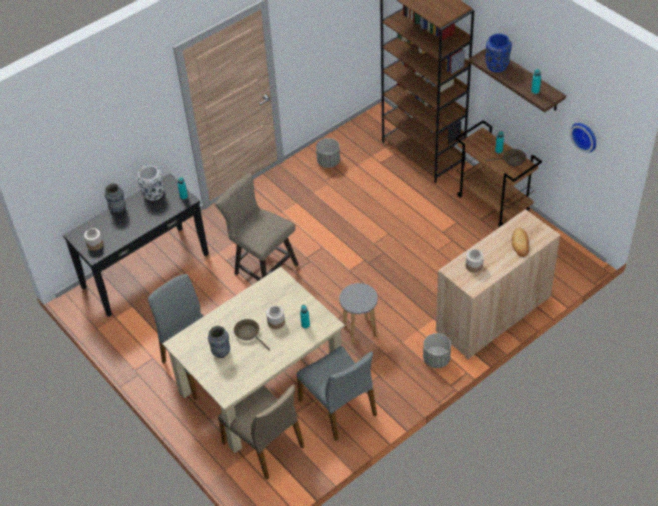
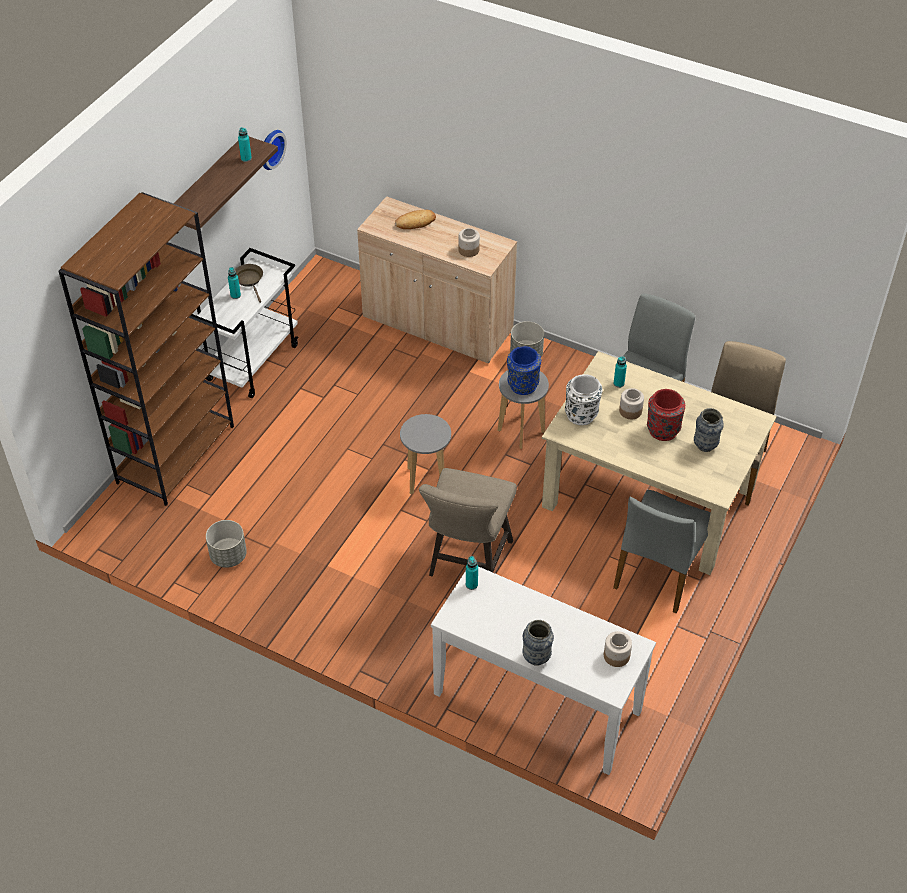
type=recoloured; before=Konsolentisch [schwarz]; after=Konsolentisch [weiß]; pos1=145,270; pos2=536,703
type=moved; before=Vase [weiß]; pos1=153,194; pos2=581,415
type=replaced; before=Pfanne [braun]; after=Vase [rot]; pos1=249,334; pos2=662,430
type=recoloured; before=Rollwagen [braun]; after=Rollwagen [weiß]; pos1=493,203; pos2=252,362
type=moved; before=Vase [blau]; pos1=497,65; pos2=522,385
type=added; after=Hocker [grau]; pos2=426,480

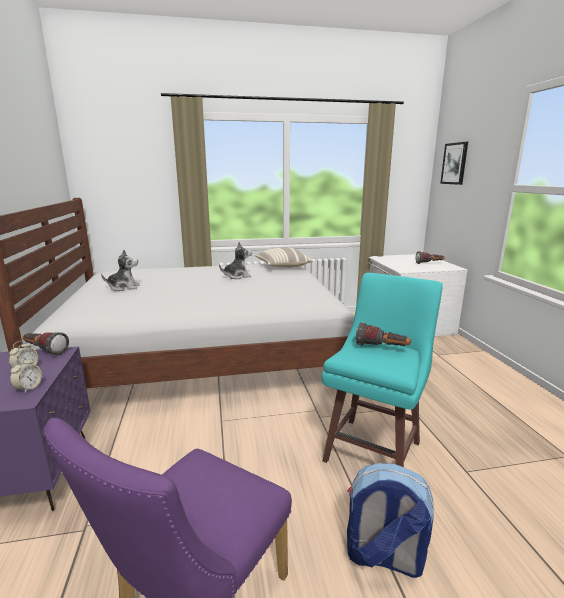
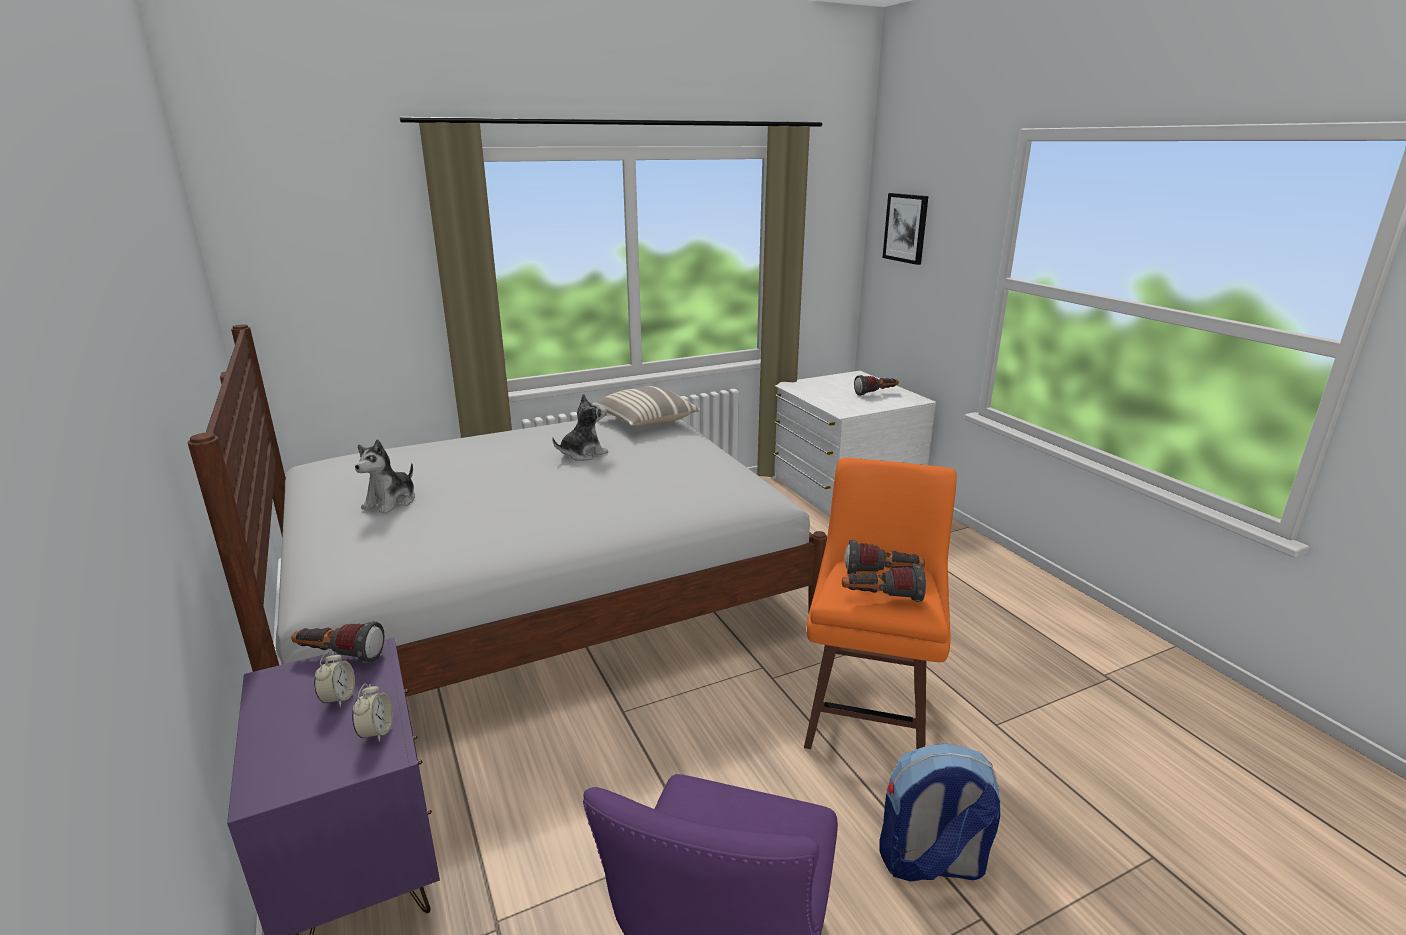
type=turned; before=Plüschtier; pos1=124,287; pos2=391,502; turn=135
type=recoloured; before=Hocker [türkis]; after=Hocker [orange]; pos1=374,450; pos2=869,716
type=added; after=Taschenlampe; pos2=881,598

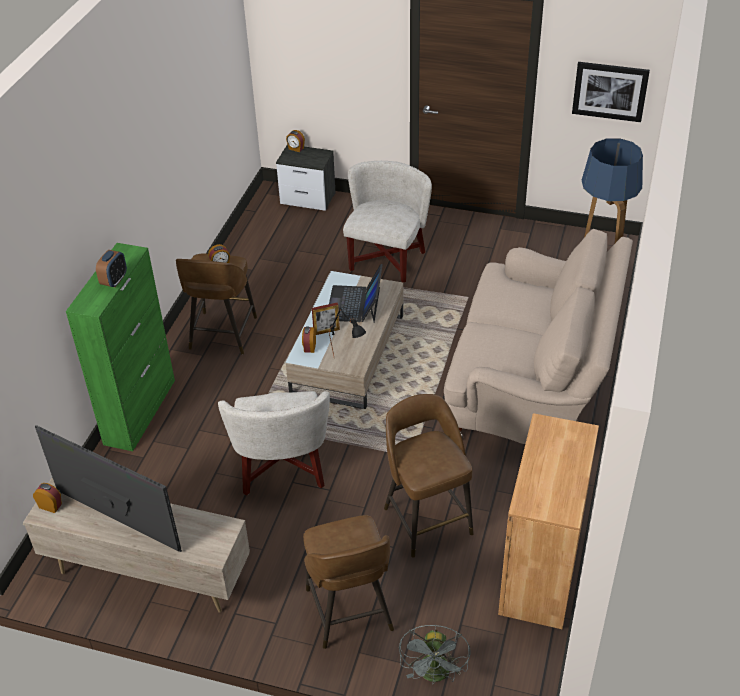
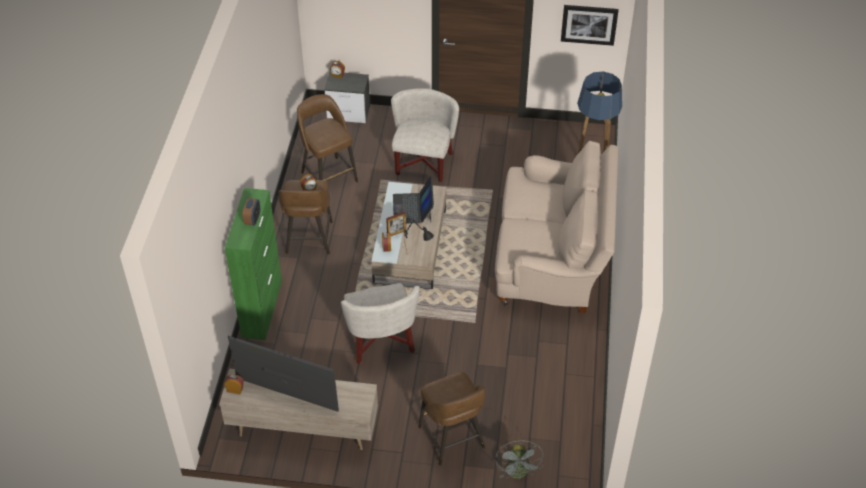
type=moved; before=Hocker [braun]; pos1=426,519; pos2=328,176
type=removed; before=Schrank [braun]; pos1=540,570

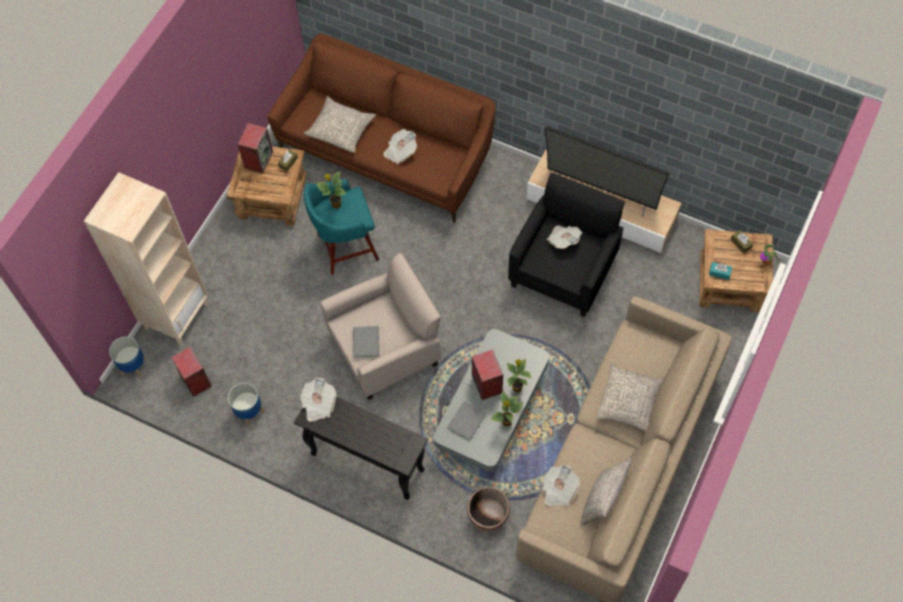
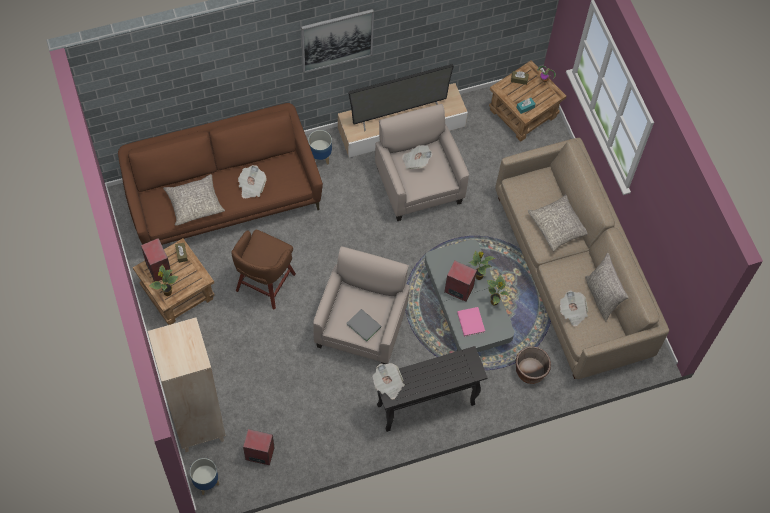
type=moved; before=Pflanzkübel; pos1=249,412; pos2=319,157
type=recoloured; before=Hocker [türkis]; after=Hocker [braun]; pos1=345,247; pos2=264,284
type=moved; before=Topfpflanze; pos1=335,205; pos2=167,293
type=recoloured; before=Buch [grau]; after=Buch [rosa]; pos1=465,421; pos2=470,323
type=recoloured; before=Sessel [schwarz]; after=Sessel [beige]; pos1=563,270; pos2=418,184
type=added; after=Bild; pos2=337,40

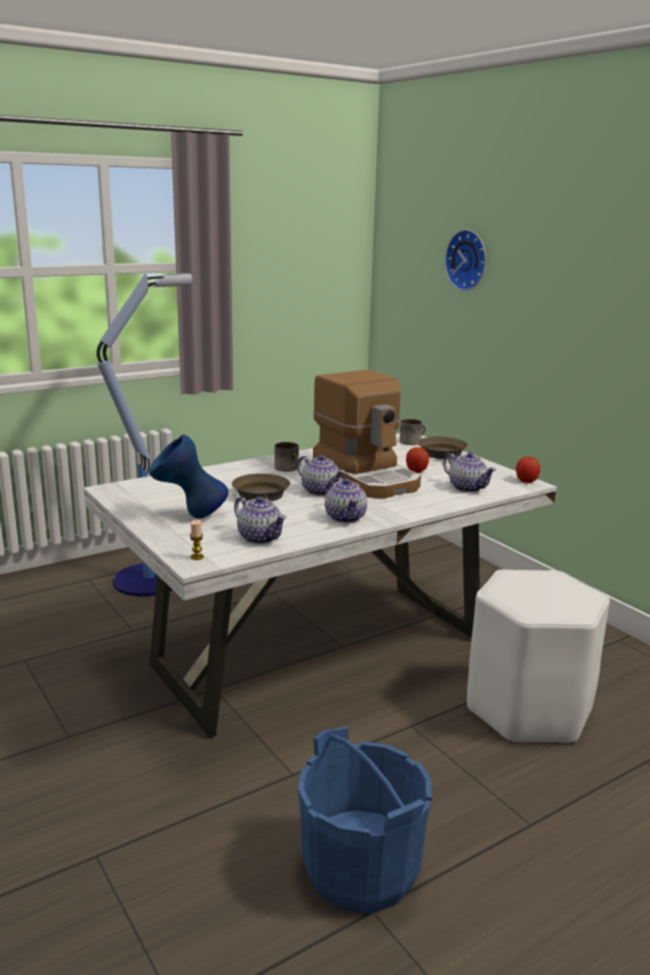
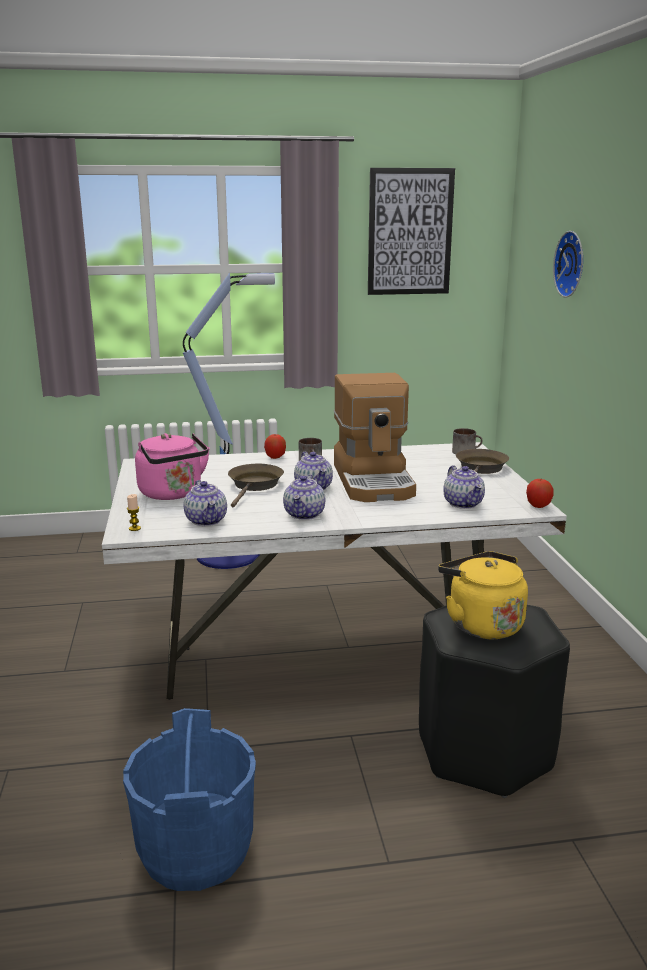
type=replaced; before=Vase [blau]; after=Wasserkessel [rosa]; pos1=189,516; pos2=173,494
type=moved; before=Apfel; pos1=416,471; pos2=275,457
type=recoloured; before=Hocker [weiß]; after=Hocker [schwarz]; pos1=528,710; pos2=484,752
type=added; after=Bild; pos2=410,232
type=added; after=Wasserkessel [gelb]; pos2=481,624

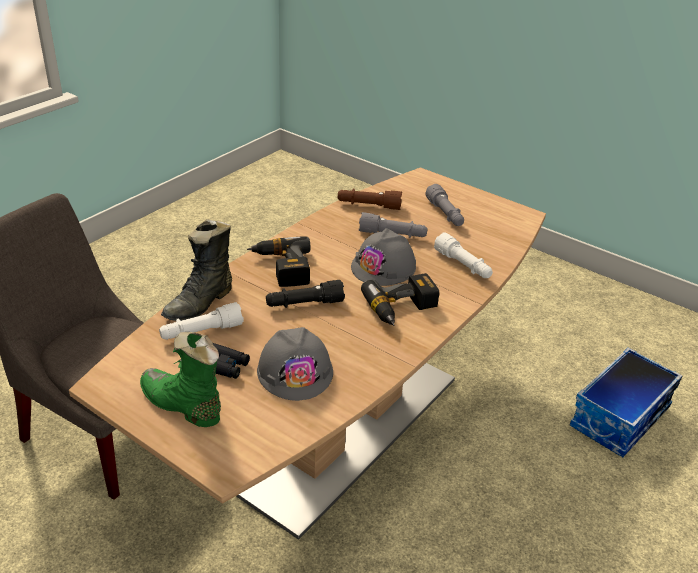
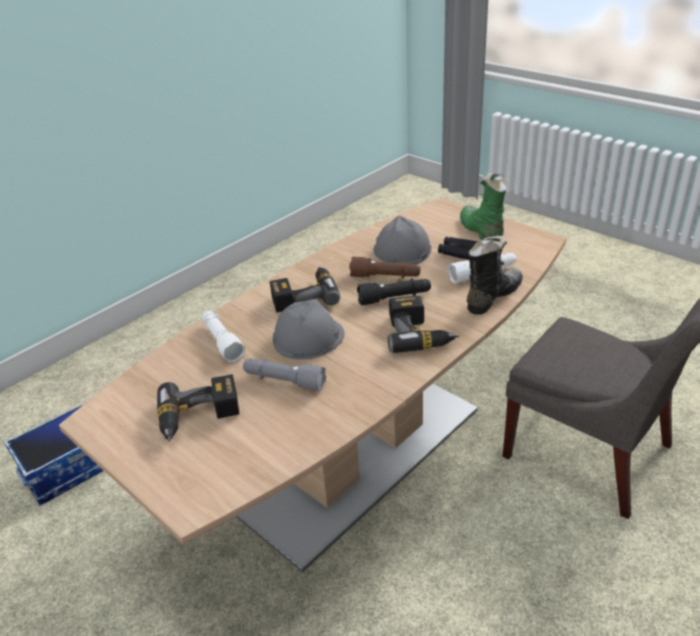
type=turned; before=Stiefel [grün]; pos1=181,405; pos2=480,231; turn=-150
type=moved; before=Taschenlampe [braun]; pos1=369,205; pos2=385,277
type=replaced; before=Taschenlampe [grau]; after=Bohrmaschine; pos1=445,214; pos2=199,417

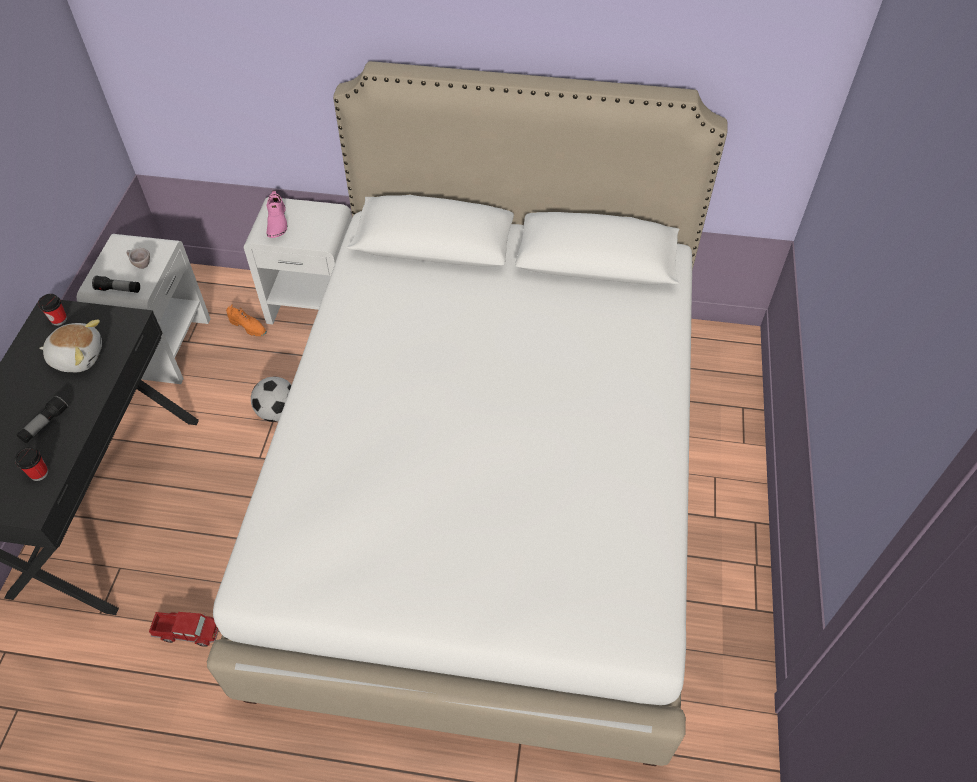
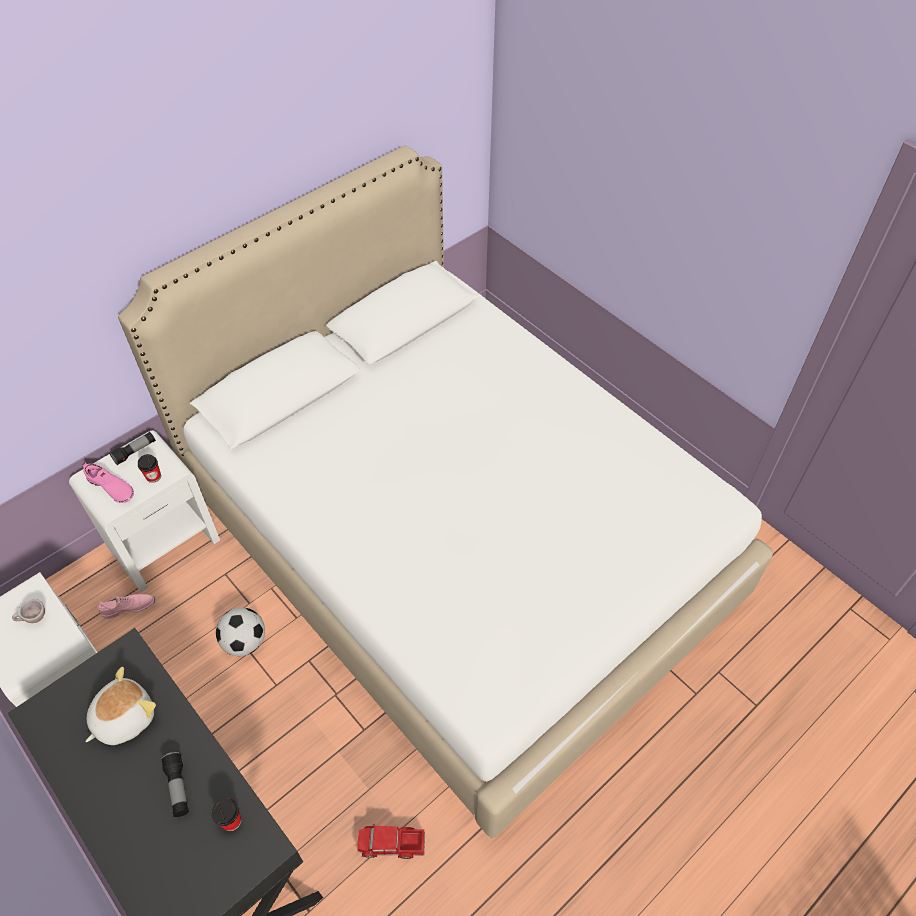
type=moved; before=Tasse; pos1=59,319; pos2=153,477
type=moved; before=Taschenlampe; pos1=119,290; pos2=135,452
type=turned; before=Spielzeuglaster; pos1=187,631; pos2=391,844; turn=-135
type=recoloured; before=Schuh [orange]; after=Schuh [rosa]; pos1=248,327; pos2=129,608

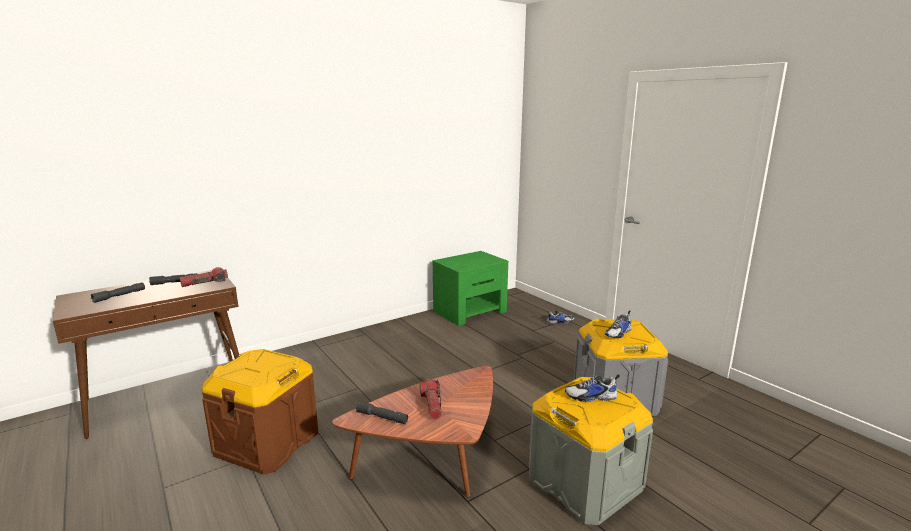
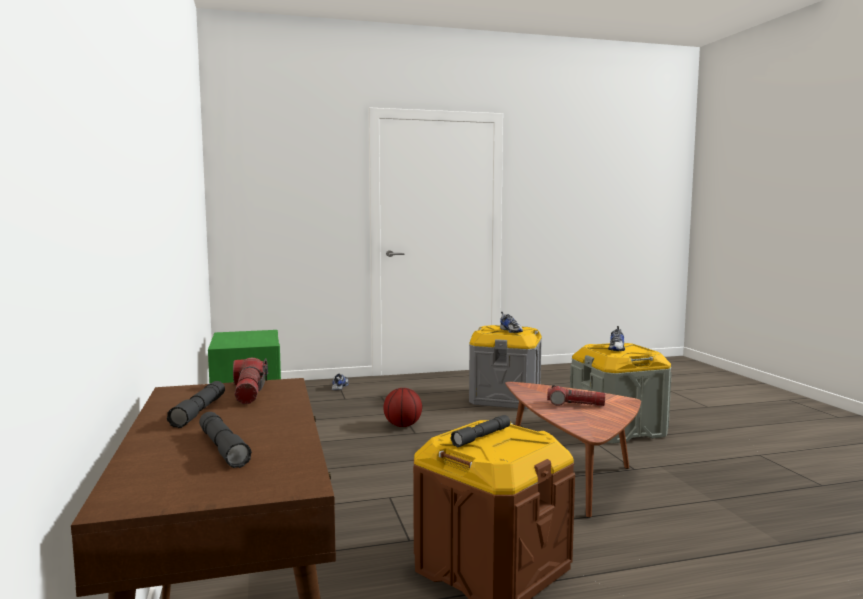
type=moved; before=Taschenlampe [grau]; pos1=382,417; pos2=481,437
type=added; after=Basketball; pos2=402,425

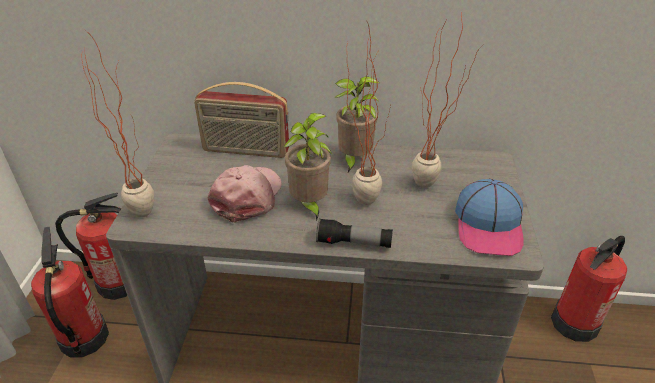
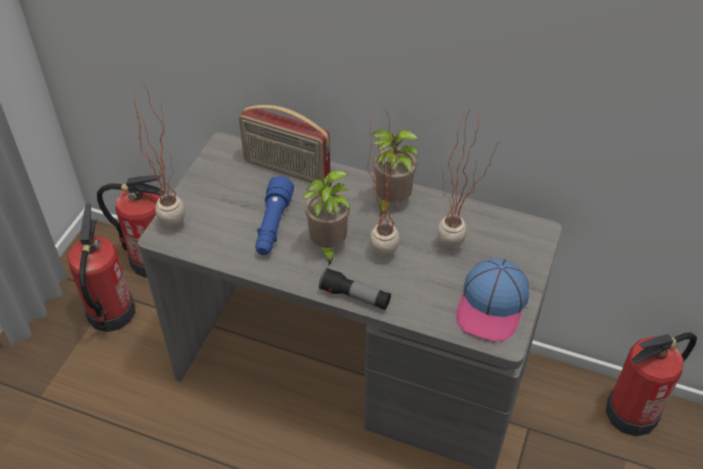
type=replaced; before=Kappe [rosa]; after=Taschenlampe [blau]; pos1=248,197; pos2=273,225

